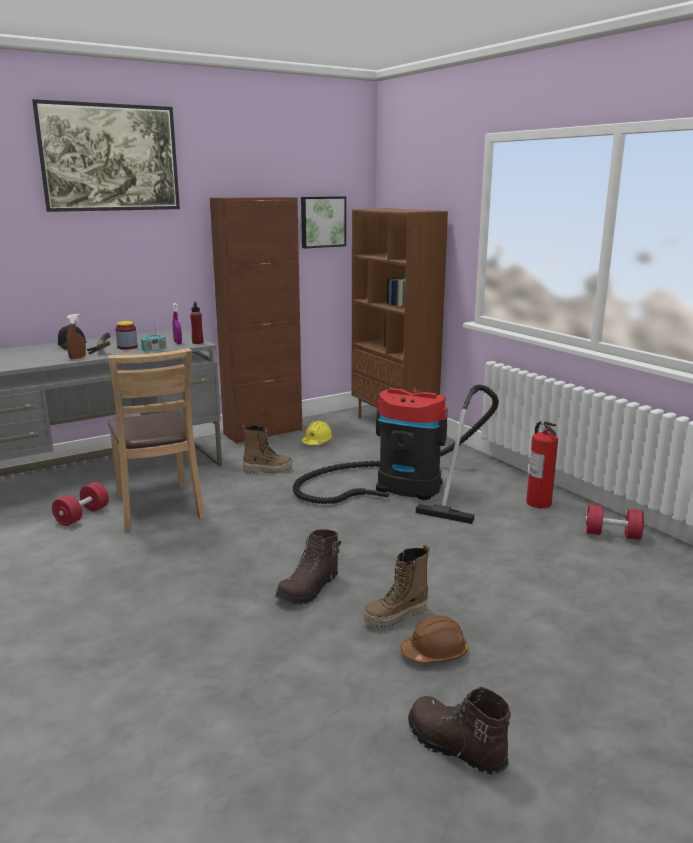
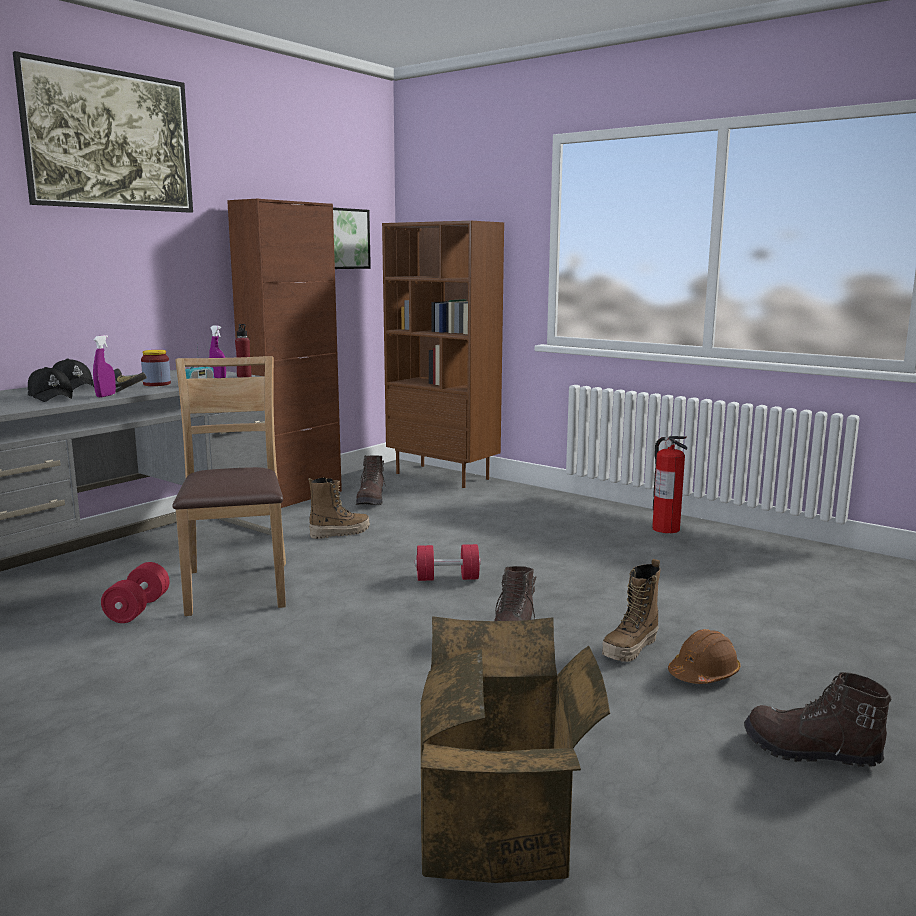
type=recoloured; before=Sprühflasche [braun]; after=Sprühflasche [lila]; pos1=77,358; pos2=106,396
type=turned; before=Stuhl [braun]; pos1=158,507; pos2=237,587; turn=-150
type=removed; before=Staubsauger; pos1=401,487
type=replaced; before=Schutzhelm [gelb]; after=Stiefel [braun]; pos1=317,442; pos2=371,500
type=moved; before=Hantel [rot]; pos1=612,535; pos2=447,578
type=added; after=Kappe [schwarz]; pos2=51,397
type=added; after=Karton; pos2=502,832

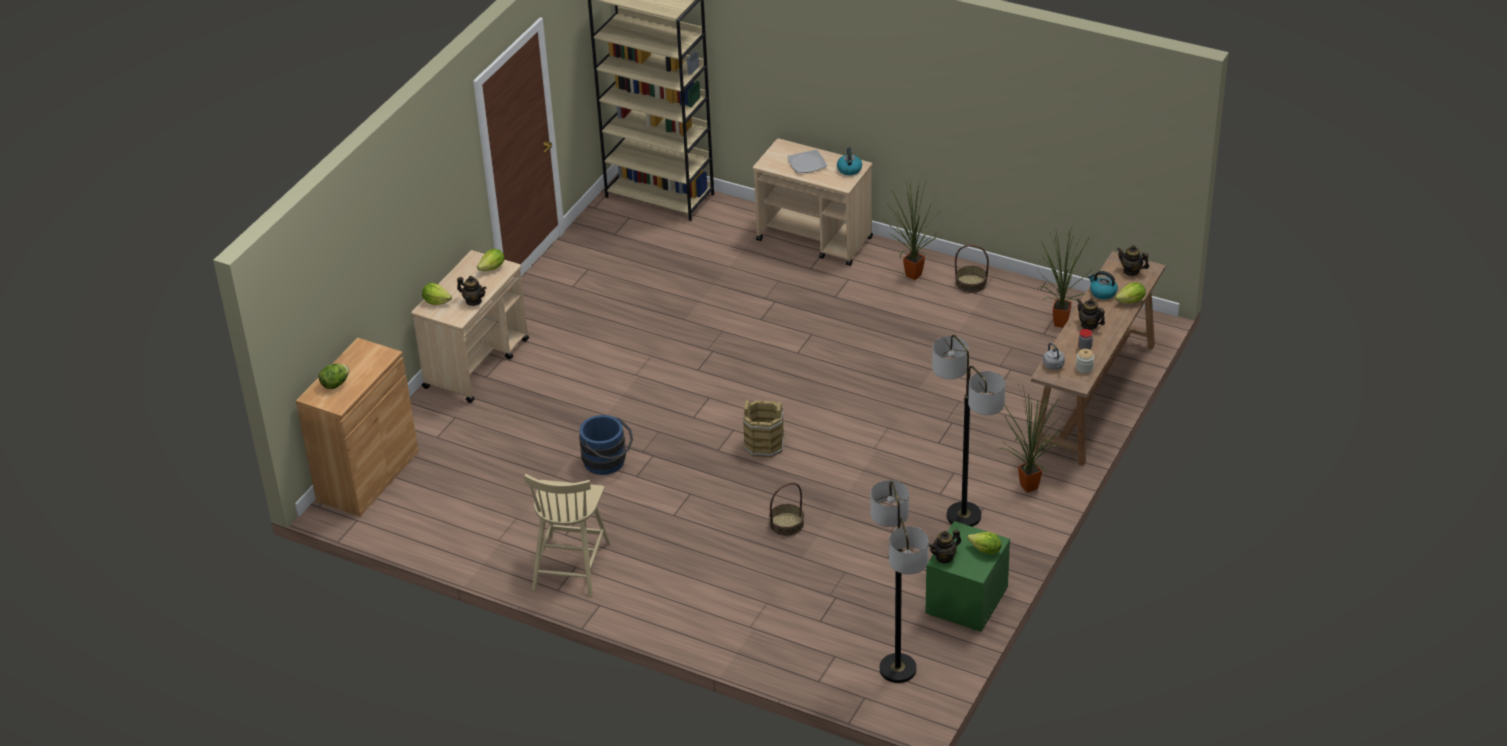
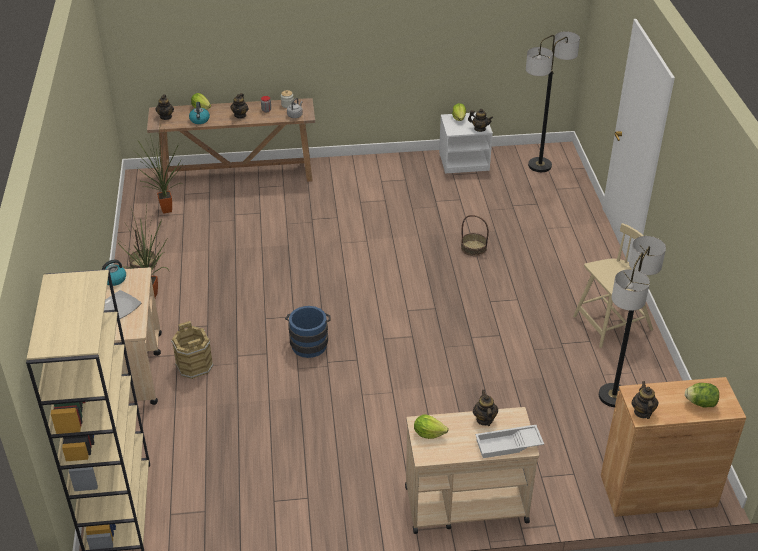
type=replaced; before=Salatkopf; after=Tablett [weiß]; pos1=436,301; pos2=508,445
type=moved; before=Eimer [blau]; pos1=607,462; pos2=309,342
type=moved; before=Eimer [braun]; pos1=764,444; pos2=194,366
type=recoloured; before=Nachttisch [grün]; after=Nachttisch [weiß]; pos1=967,601; pos2=464,161
type=moved; before=Stehlampe; pos1=963,516; pos2=614,396
type=removed; before=Topfpflanze; pos1=1027,485
type=added; after=Teekanne; pos2=642,412

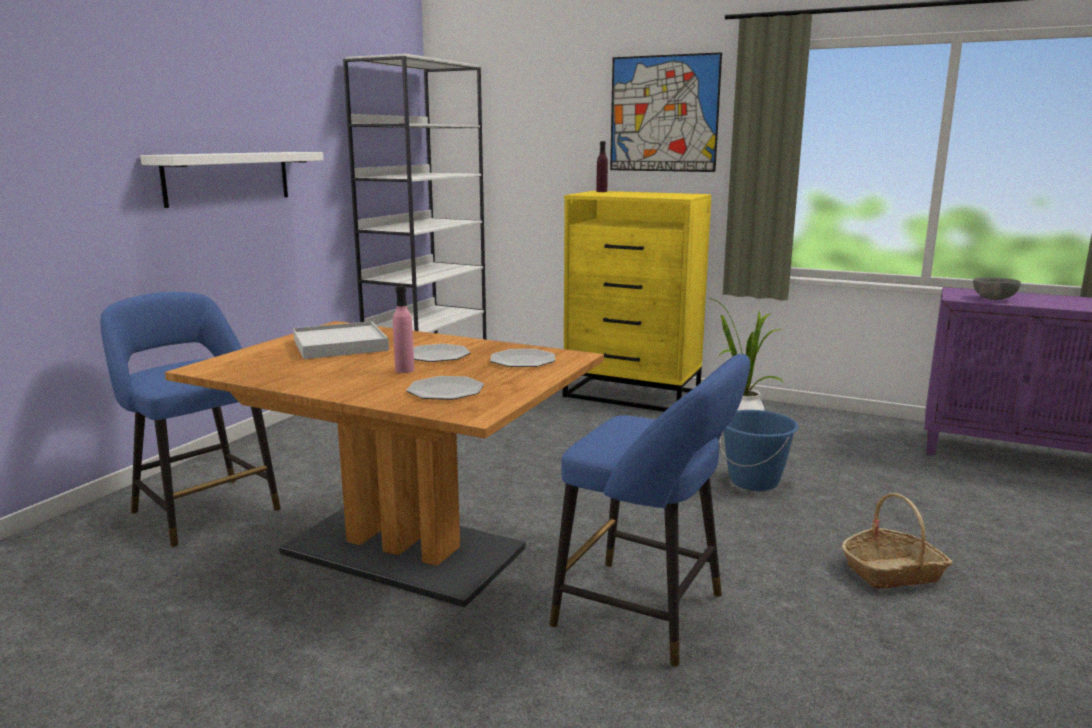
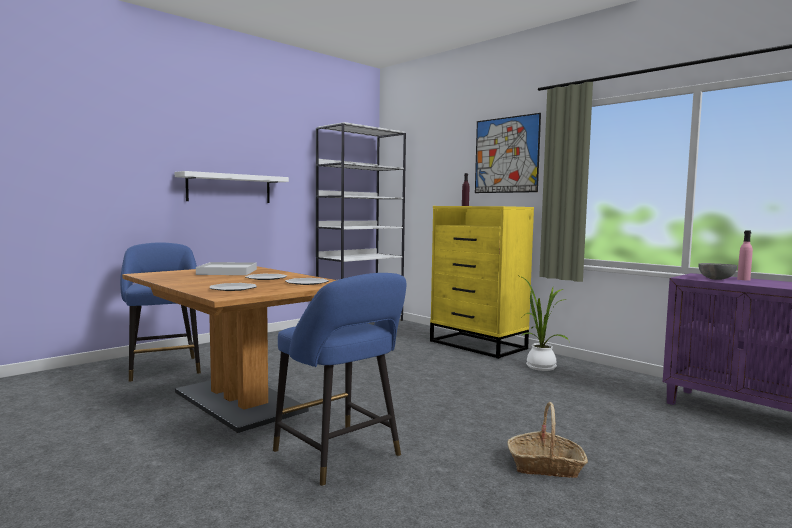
type=moved; before=Flasche [rosa]; pos1=404,370; pos2=743,279
type=removed; before=Eimer [blau]; pos1=754,481

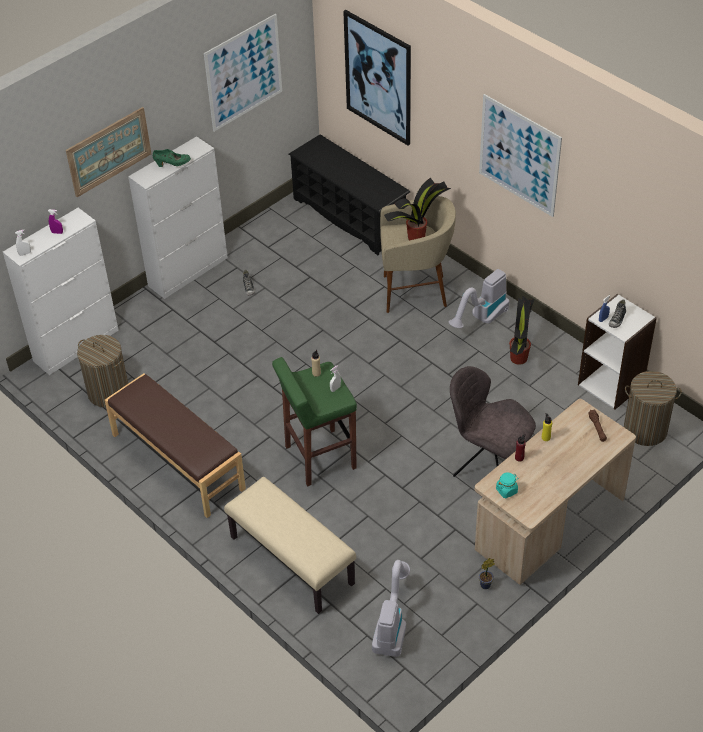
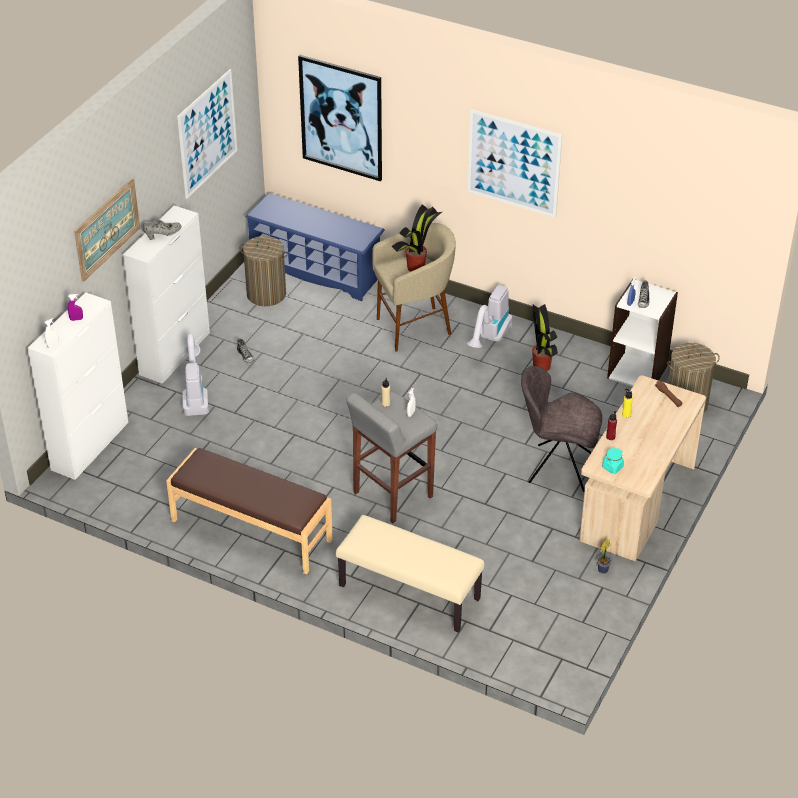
type=moved; before=Wäschekorb; pos1=108,392; pos2=266,294
type=recoloured; before=Schuh [grün]; after=Schuh [grau]; pos1=172,164; pos2=163,235
type=recoloured; before=Hocker [grün]; after=Hocker [grau]; pos1=319,457; pos2=391,495
type=recoloured; before=Schuhregal [schwarz]; after=Schuhregal [blau]; pos1=350,216; pos2=316,271
type=moved; before=Staubsauger; pos1=392,624; pos2=195,395

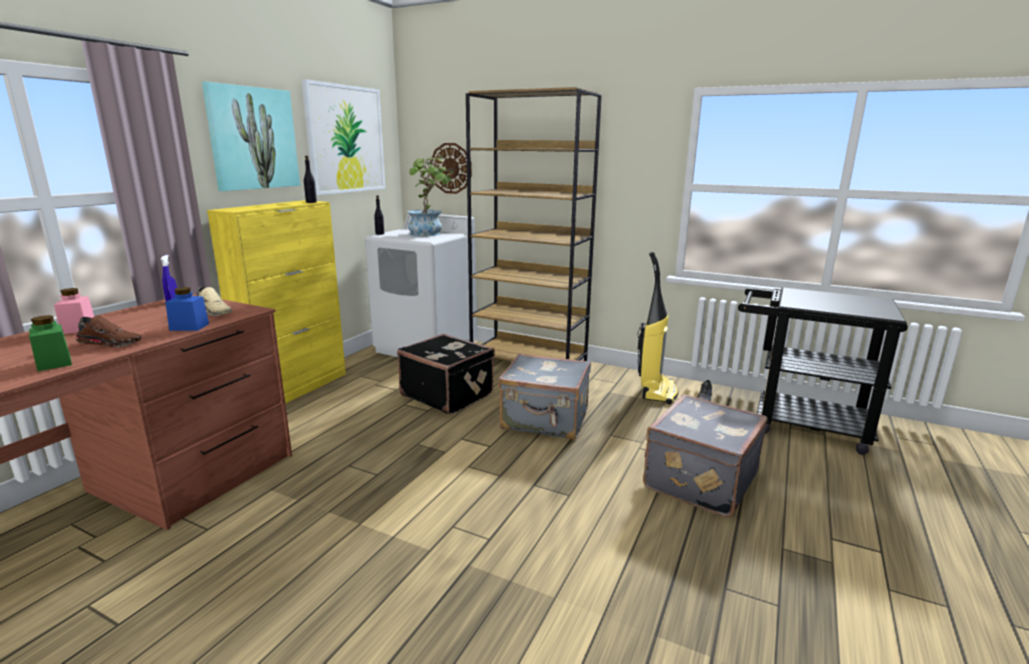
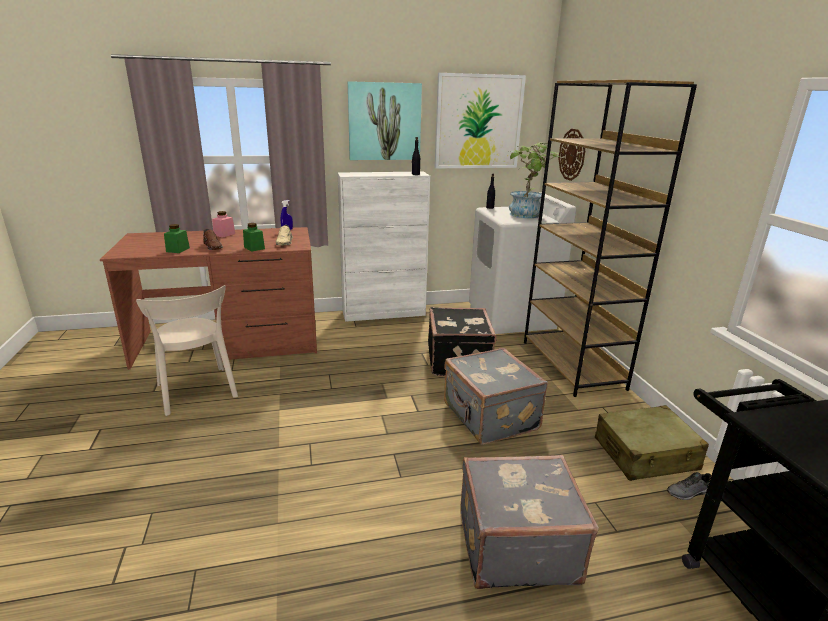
type=recoloured; before=Vorratsglas [blau]; after=Vorratsglas [grün]; pos1=189,327; pos2=254,248
type=recoloured; before=Schrank [gelb]; after=Schrank [weiß]; pos1=296,389; pos2=384,313
type=replaced; before=Staubsauger; after=Koffer [beige]; pos1=657,392; pos2=645,454
type=added; after=Stuhl [beige]; pos2=197,392

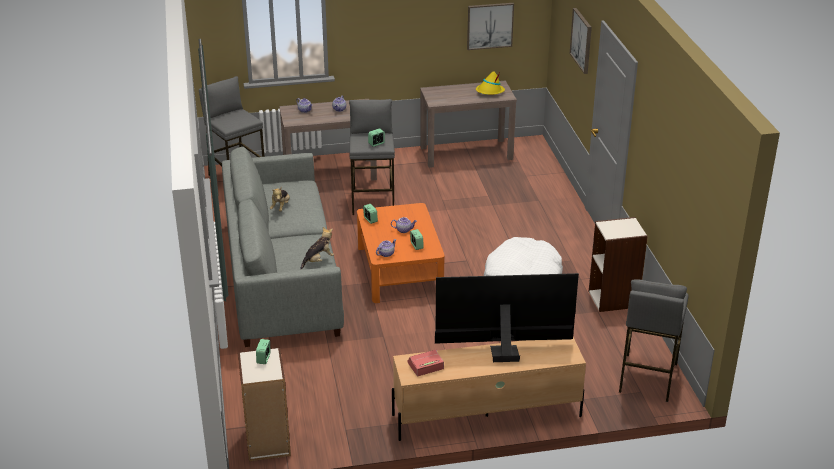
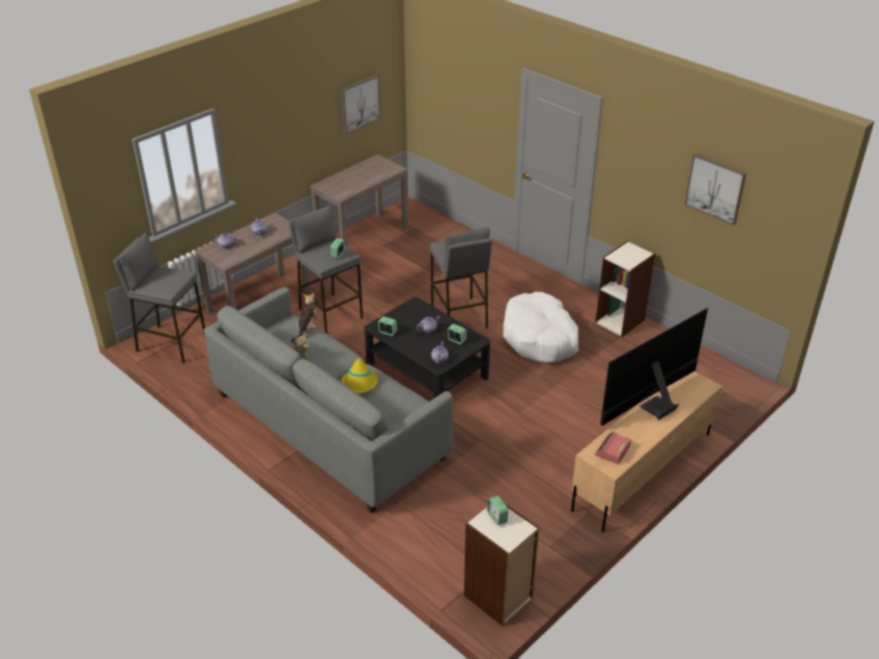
type=moved; before=Plüschtier; pos1=318,260; pos2=308,328
type=recoloured; before=Couchtisch [orange]; after=Couchtisch [schwarz]; pos1=399,270; pos2=426,370
type=moved; before=Hut [gelb]; pos1=489,91; pos2=360,383
type=moved; before=Bild; pos1=582,40; pos2=715,188
type=moved; before=Hocker [grau]; pos1=647,377; pos2=459,316

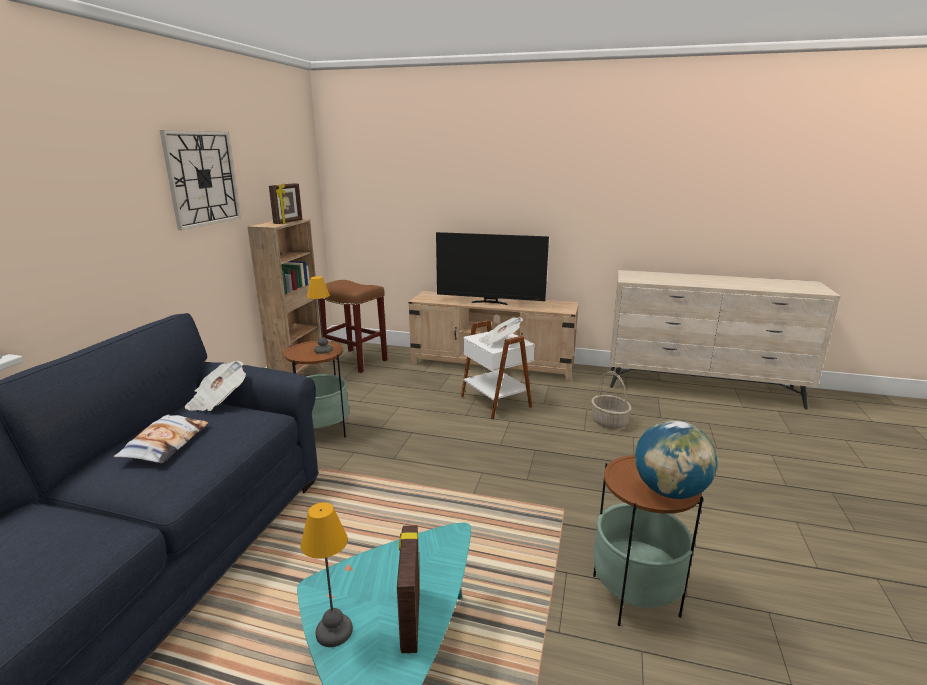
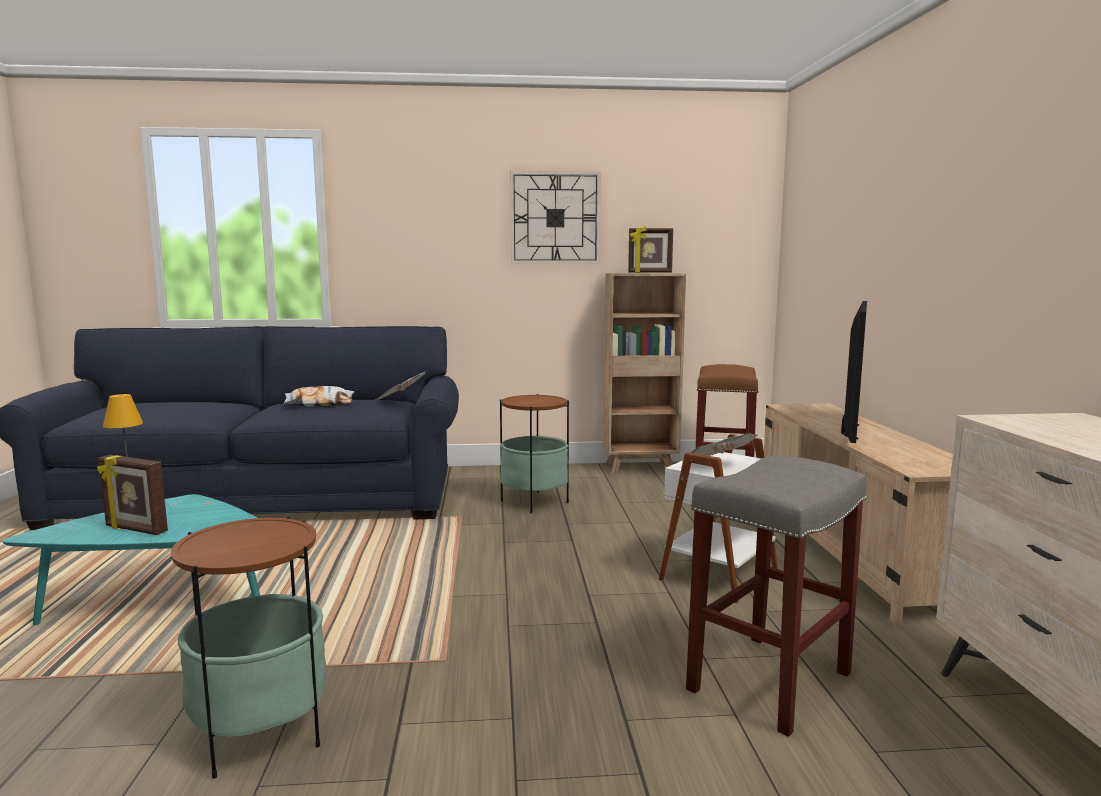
type=removed; before=Tischlampe; pos1=324,350
type=turned; before=Bilderrahmen; pos1=409,618; pos2=135,530; turn=-135
type=turned; before=Fernseher; pos1=490,302; pos2=850,431; turn=-150
type=replaced; before=Korb; after=Hocker [grau]; pos1=609,422; pos2=770,683
type=removed; before=Globus; pos1=670,491

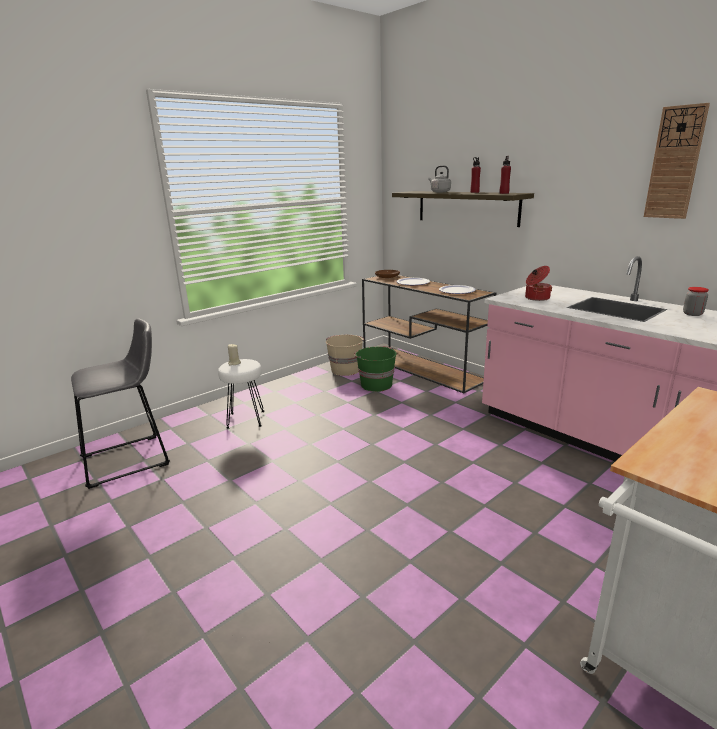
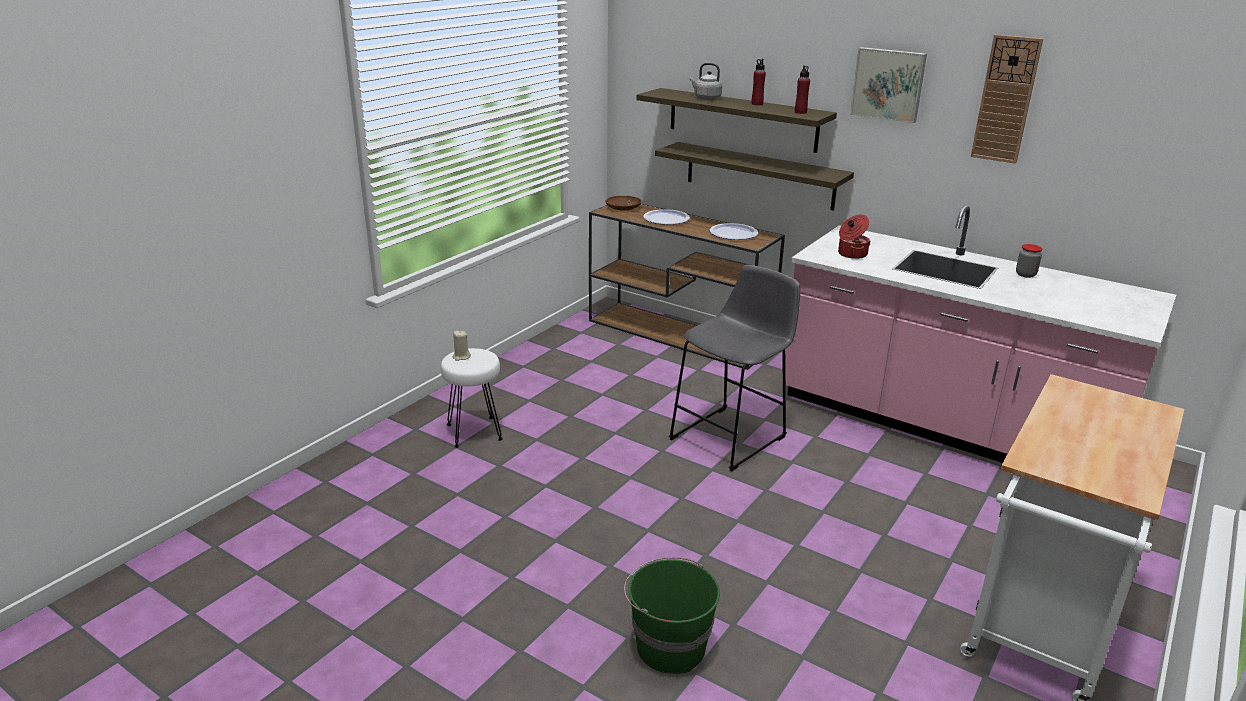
type=moved; before=Hocker [grau]; pos1=131,459; pos2=732,436
type=removed; before=Eimer [beige]; pos1=345,370
type=moved; before=Eimer [grün]; pos1=376,385; pos2=669,646
type=added; after=Wandregal; pos2=759,175
type=added; after=Bild; pos2=888,84

